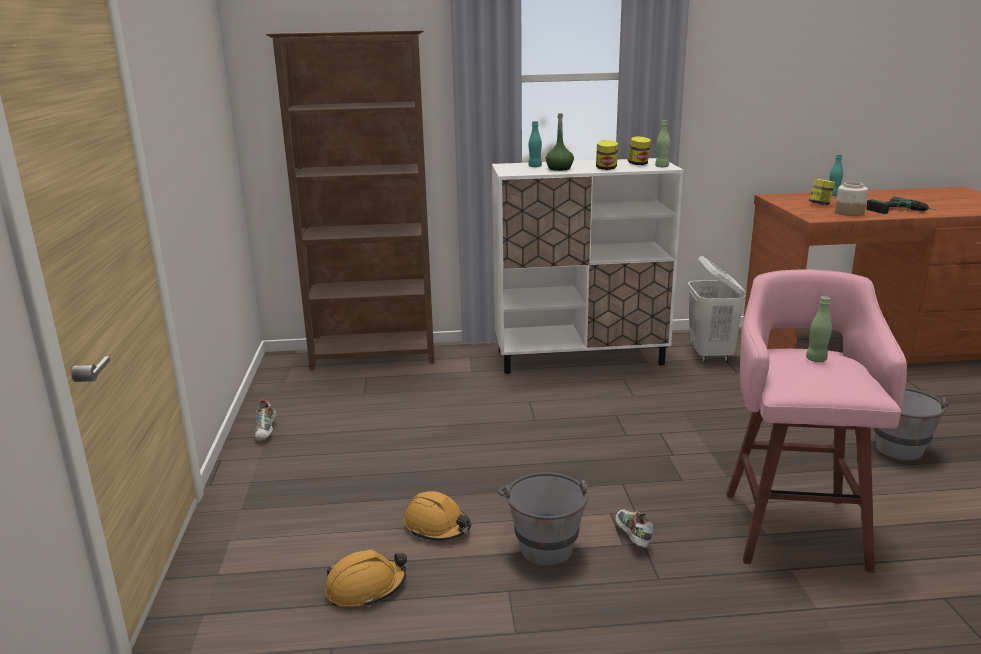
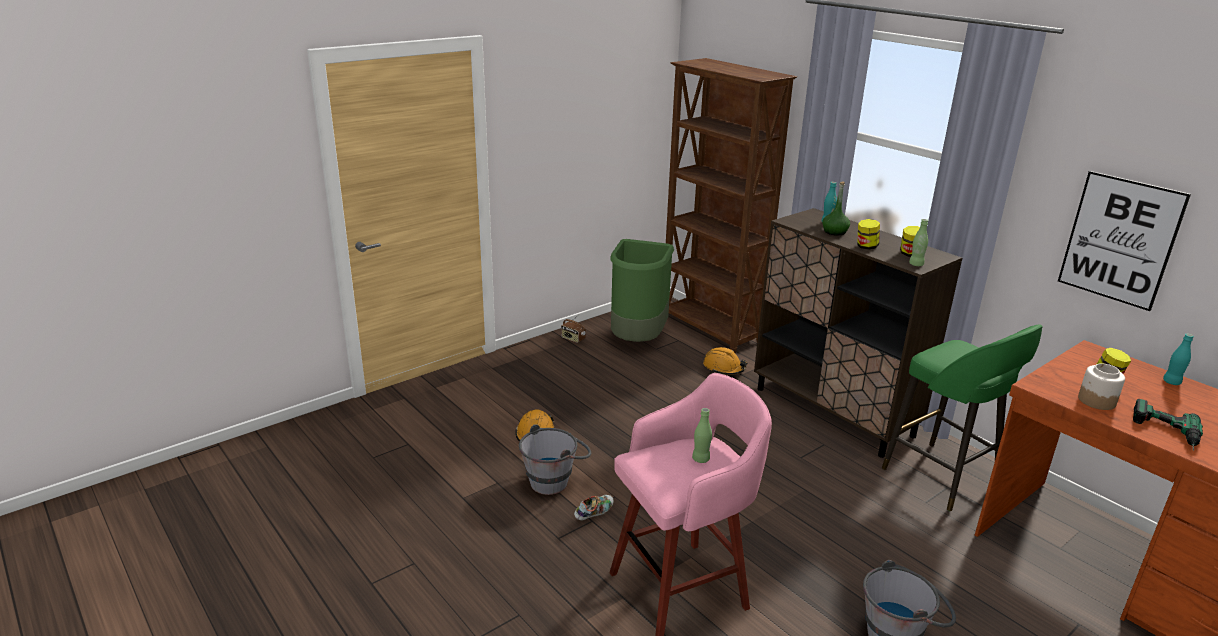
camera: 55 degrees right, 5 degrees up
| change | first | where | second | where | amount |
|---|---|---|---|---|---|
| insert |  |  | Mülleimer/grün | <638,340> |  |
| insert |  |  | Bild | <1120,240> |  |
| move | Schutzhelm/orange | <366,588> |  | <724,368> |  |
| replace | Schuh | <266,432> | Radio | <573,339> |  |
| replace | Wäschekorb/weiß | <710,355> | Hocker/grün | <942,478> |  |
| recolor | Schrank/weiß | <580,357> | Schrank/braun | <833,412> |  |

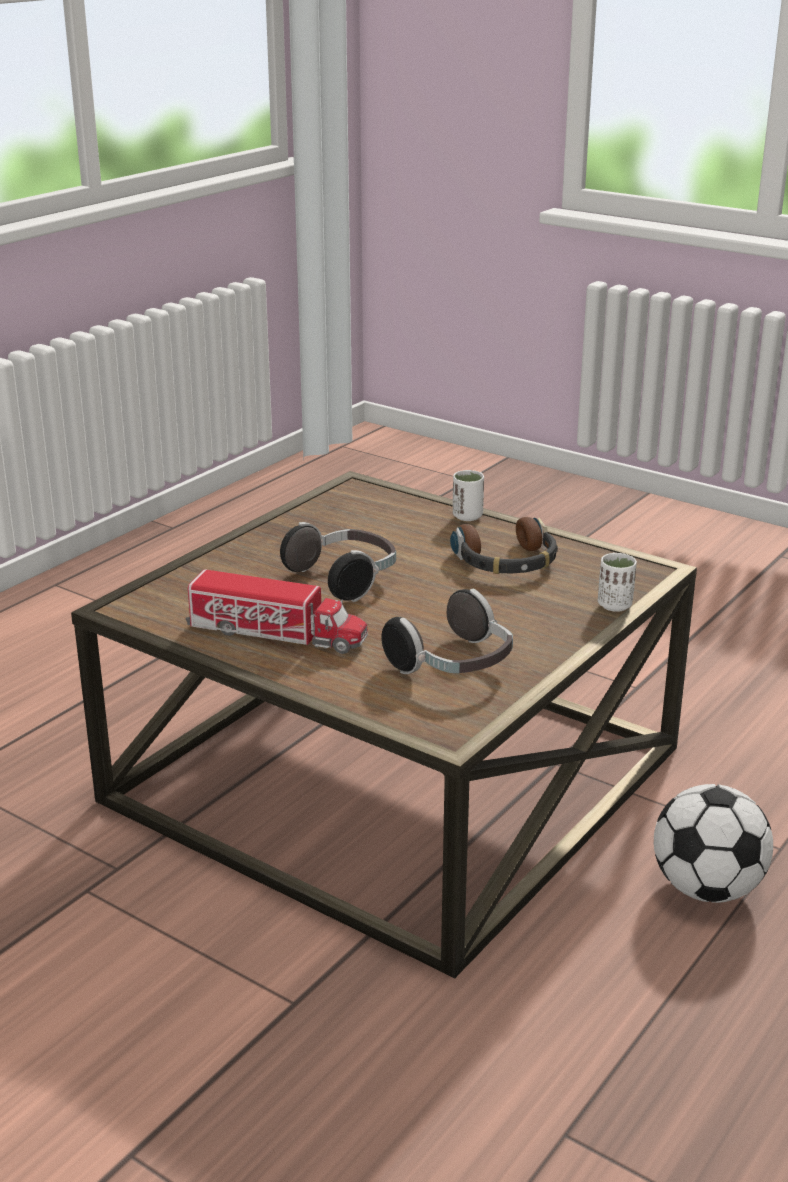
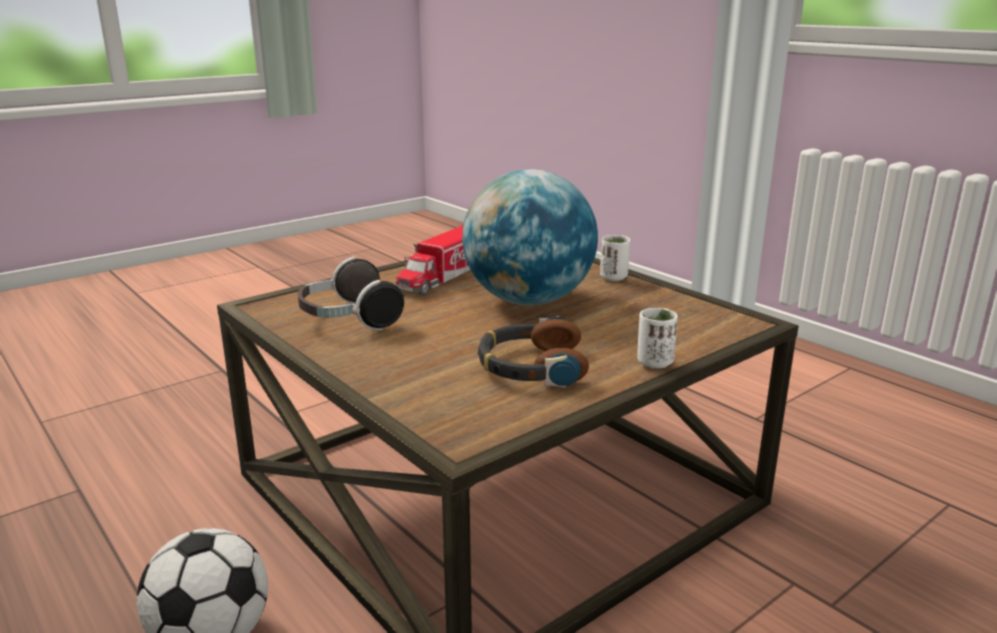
camera: 105 degrees right, 5 degrees down
| change | first | where | second | where | amount |
|---|---|---|---|---|---|
| move | Tasse/weiß | <615,605> |  | <613,277> |  |
| replace | Kopfhörer | <345,579> | Globus | <528,300> |  |

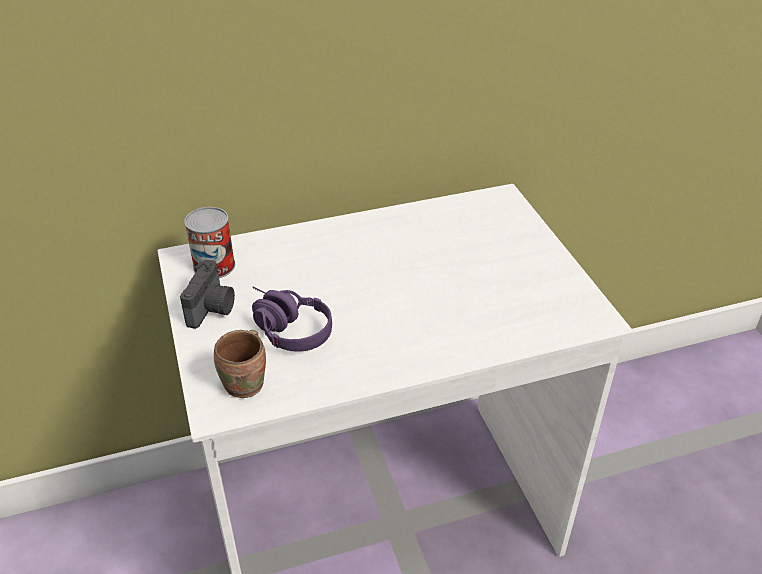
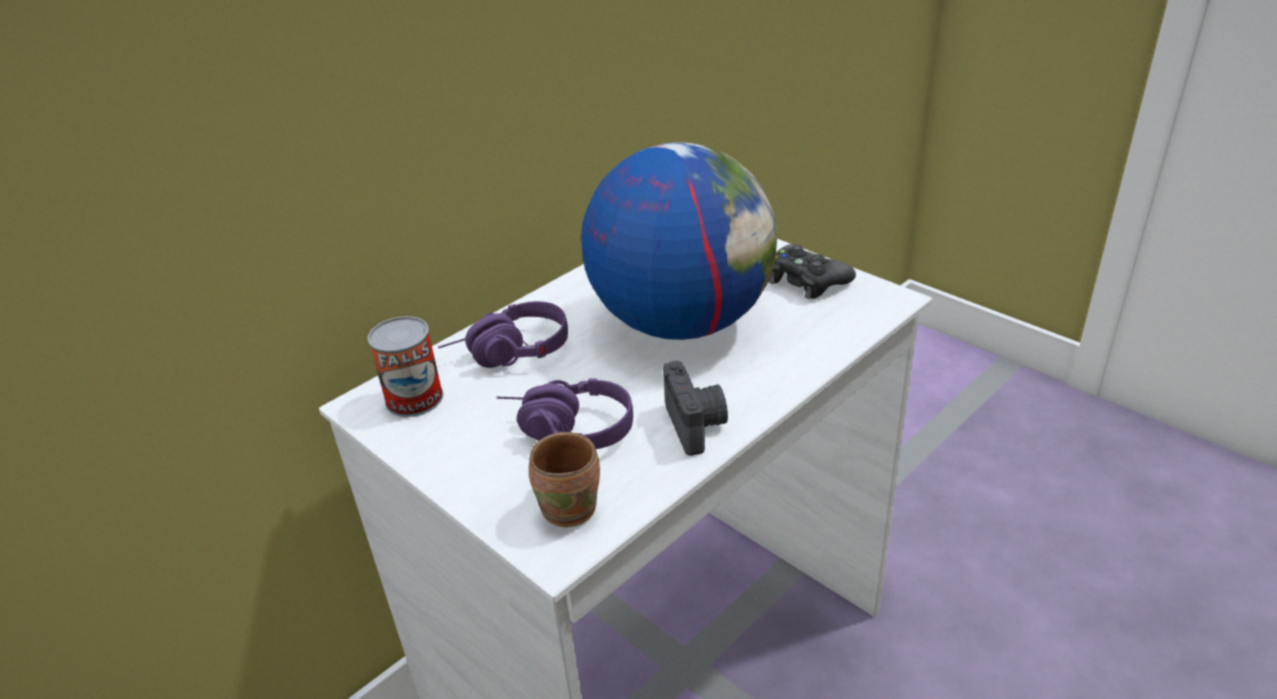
camera: 25 degrees left, 5 degrees down
| change | first | where | second | where | amount |
|---|---|---|---|---|---|
| insert |  |  | Kopfhörer/lila | <508,355> |  |
| insert |  |  | Globus | <681,322> |  |
| insert |  |  | Gamepad/schwarz | <806,281> |  |
| move | Kamera | <212,309> |  | <697,425> |  |

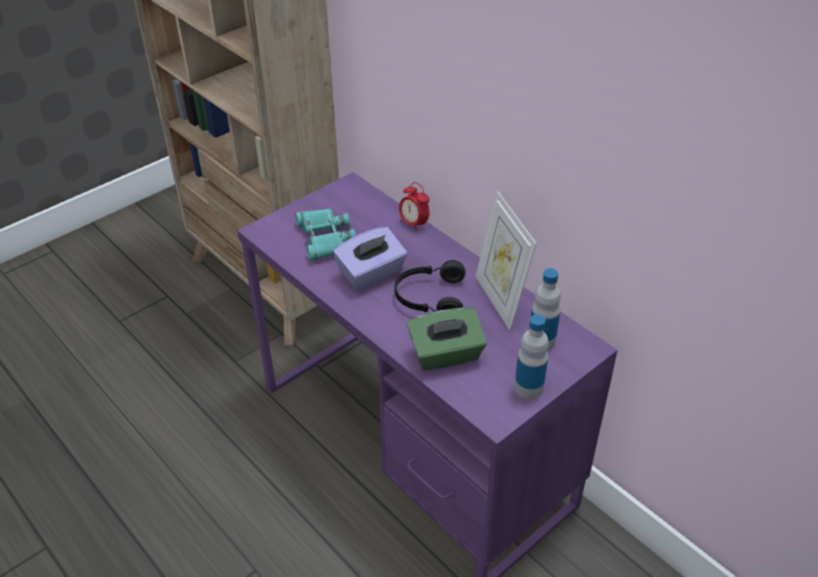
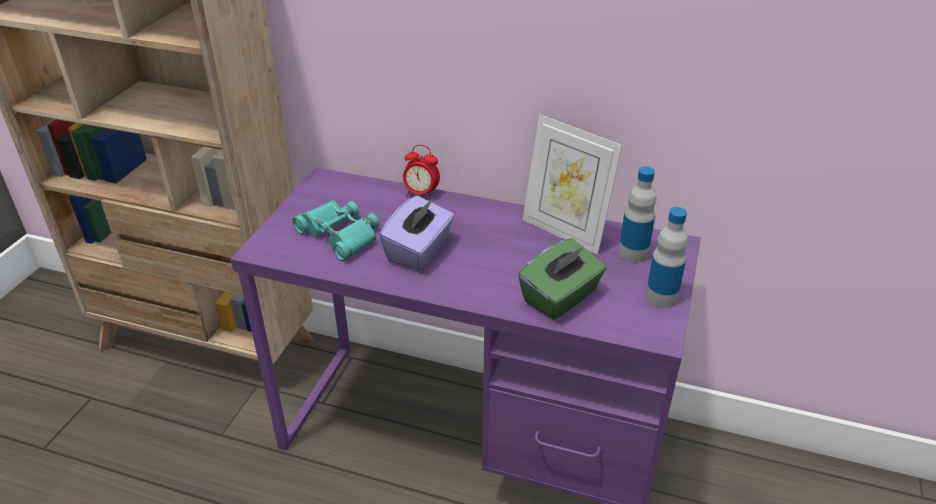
camera: 30 degrees left, 5 degrees down
| change | first | where | second | where | amount |
|---|---|---|---|---|---|
| delete | Kopfhörer/schwarz | <429,298> |  |  |  |

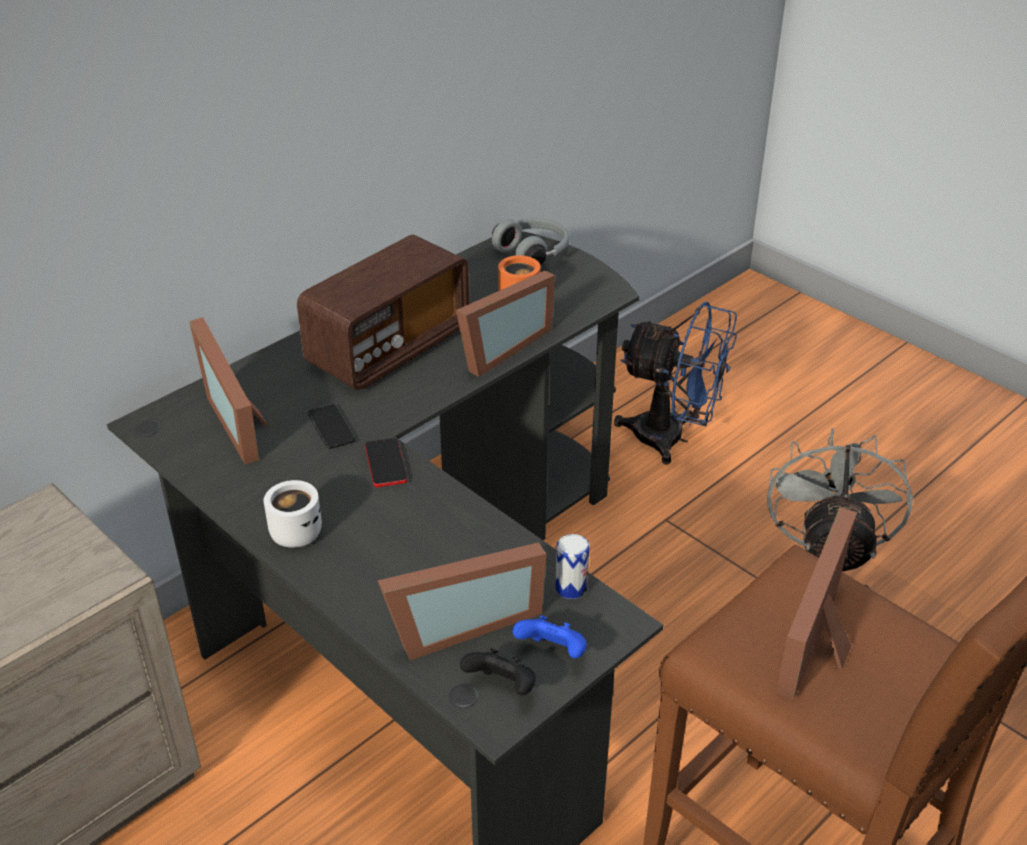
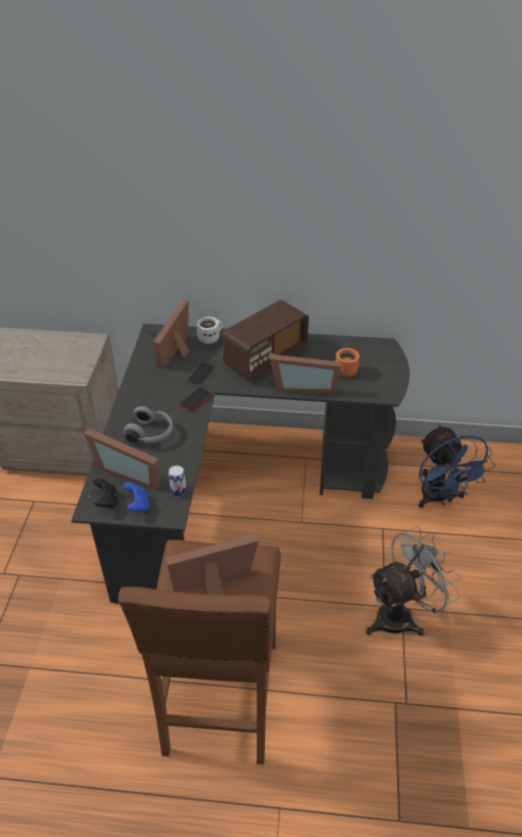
camera: 50 degrees right, 5 degrees up
| change | first | where | second | where | amount |
|---|---|---|---|---|---|
| move | Henkelbecher/weiß | <294,530> |  | <209,337> |  |
| move | Kopfhörer/grau | <534,253> |  | <151,433> |  |
| rotate | Radio | <389,348> |  | <265,358> | 45 degrees counterclockwise |

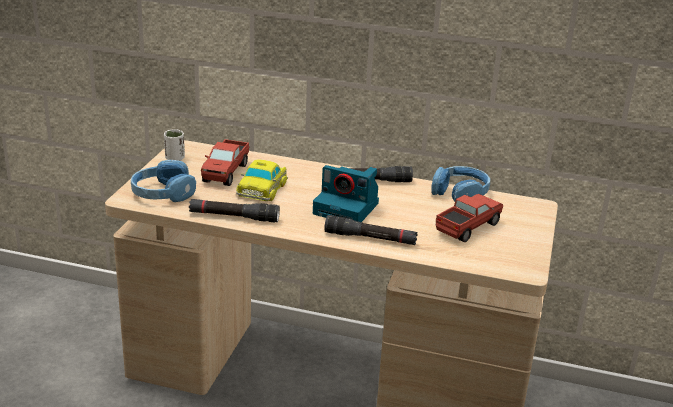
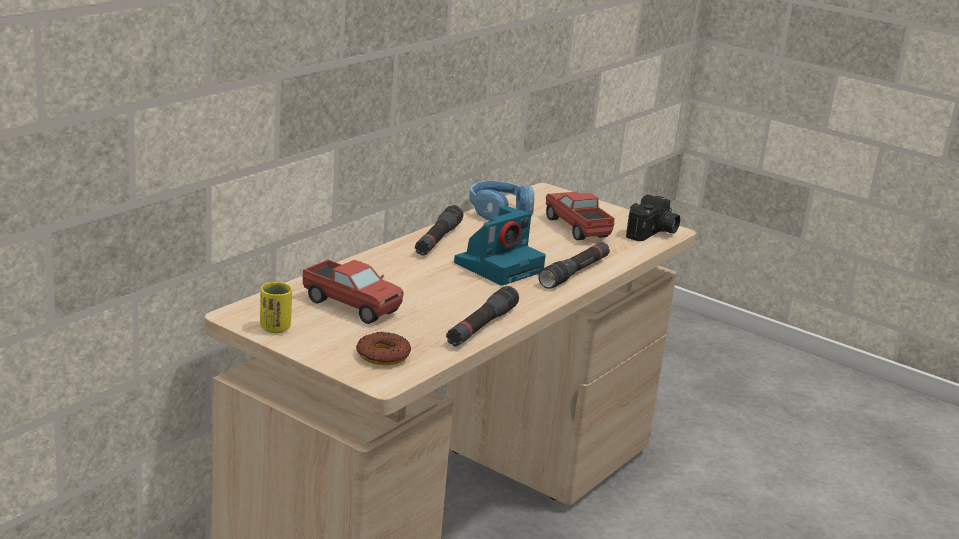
camera: 70 degrees left, 5 degrees down
| change | first | where | second | where | amount |
|---|---|---|---|---|---|
| delete | Spielzeugauto | <263,188> |  |  |  |
| insert |  |  | Kamera | <653,233> |  |
| replace | Kopfhörer/blau | <162,193> | Donut | <383,355> |  |
| recolor | Tasse/weiß | <174,158> | Tasse/gelb | <275,328> |  |

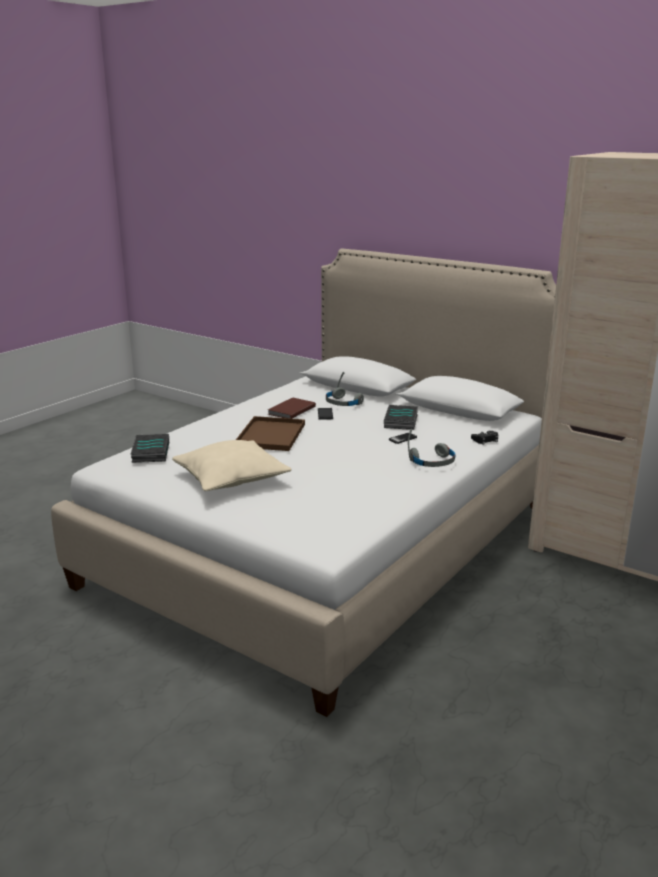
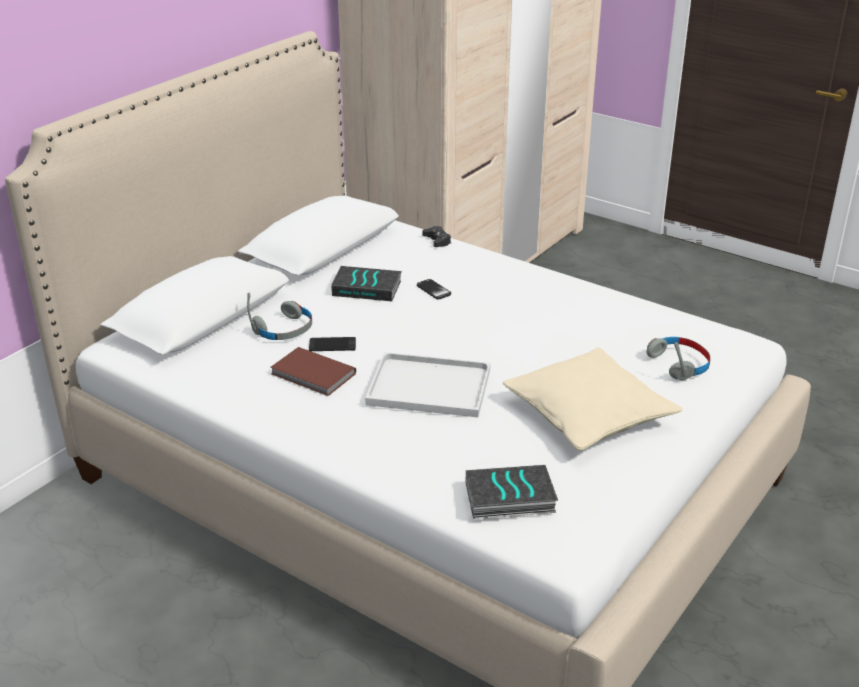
camera: 90 degrees left, 10 degrees up
| change | first | where | second | where | amount |
|---|---|---|---|---|---|
| move | Kopfhörer/grau | <432,462> |  | <679,364> |  |
| recolor | Tablett/braun | <270,434> | Tablett/weiß | <426,387> |  |

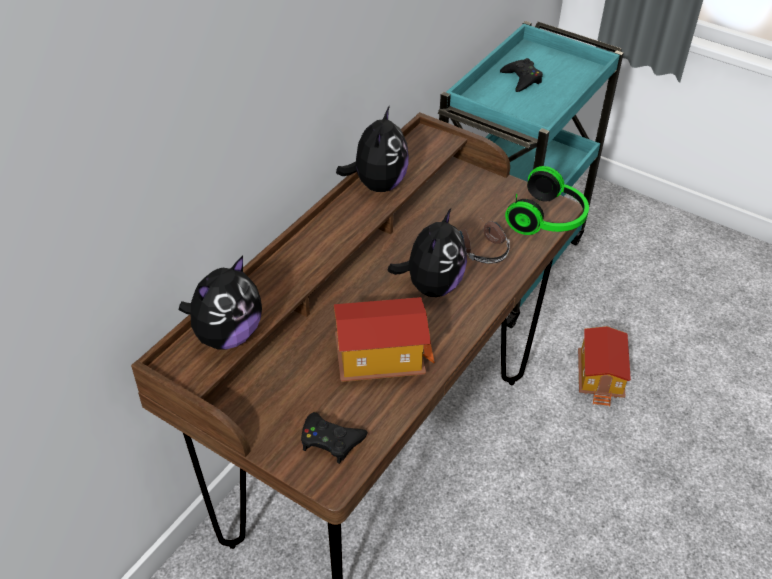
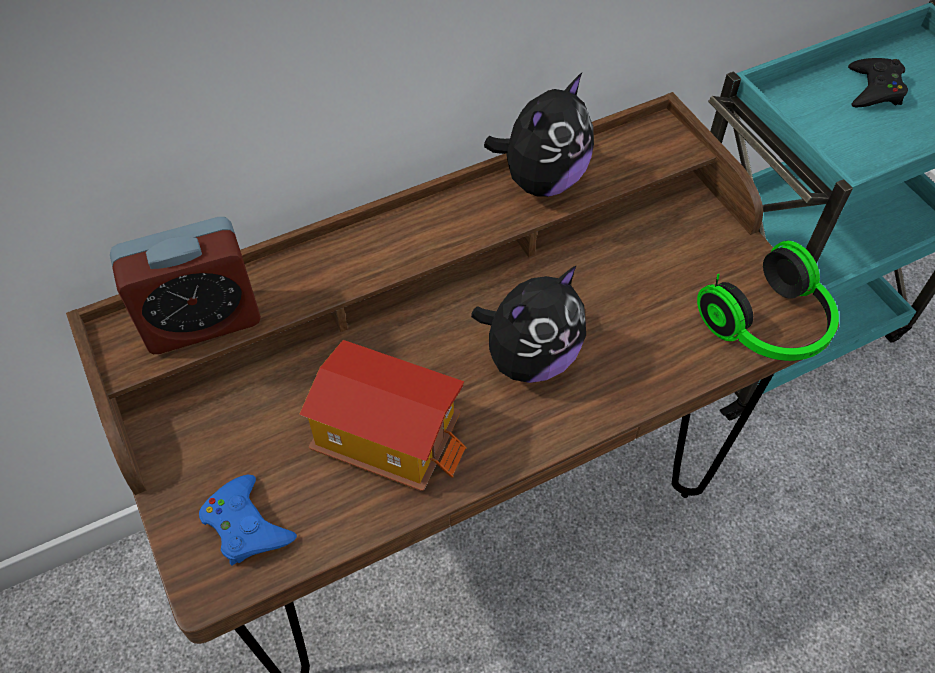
camera: 30 degrees right, 10 degrees up
| change | first | where | second | where | amount |
|---|---|---|---|---|---|
| delete | Kopfhörer | <478,245> |  |  |  |
| delete | Spielzeughaus | <601,378> |  |  |  |
| replace | Plüschtier | <227,335> | Wecker | <202,321> |  |
| recolor | Gamepad/schwarz | <331,440> | Gamepad/blau | <246,525> |  |

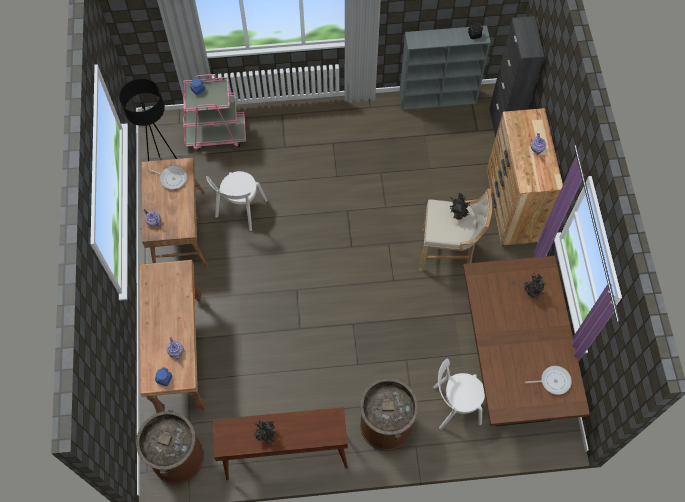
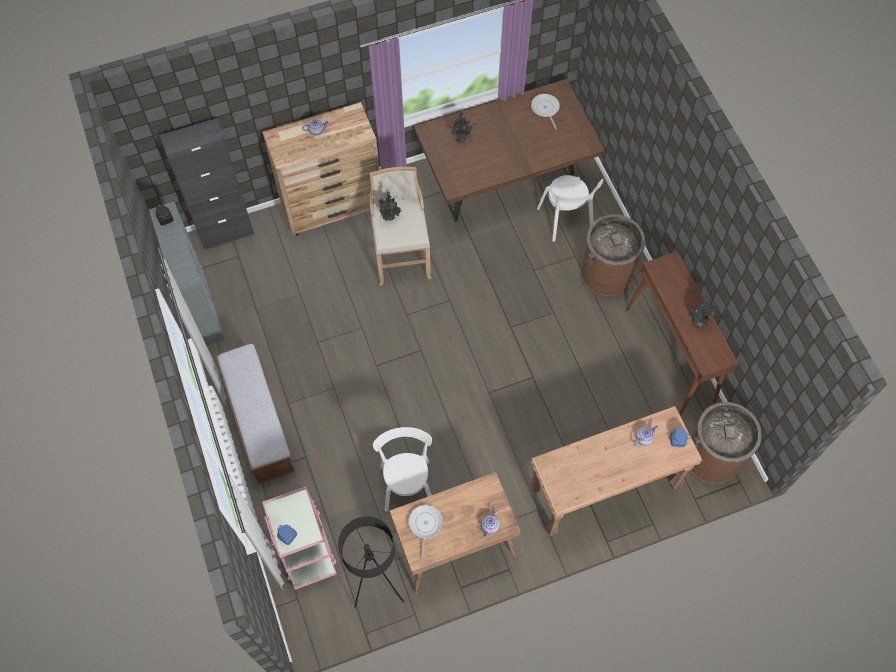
camera: 105 degrees left, 0 degrees up
| change | first | where | second | where | amount |
|---|---|---|---|---|---|
| insert |  |  | Bank | <259,422> |  |
| rotate | Stuhl/weiß | <240,210> |  | <406,482> | 105 degrees counterclockwise |

